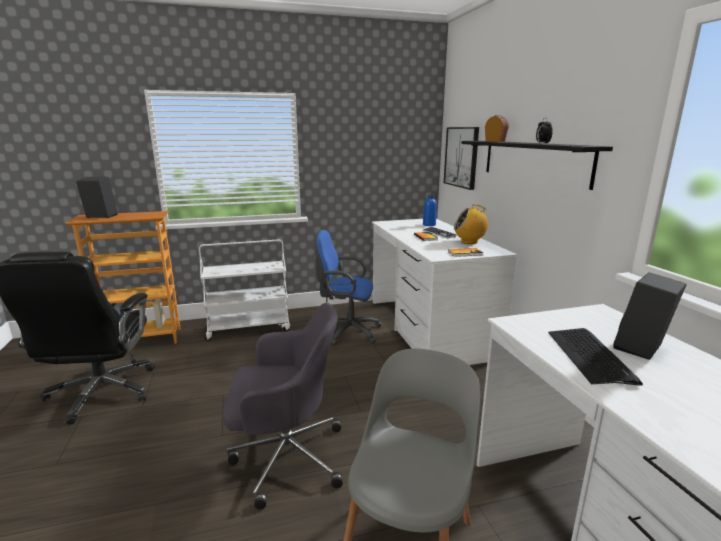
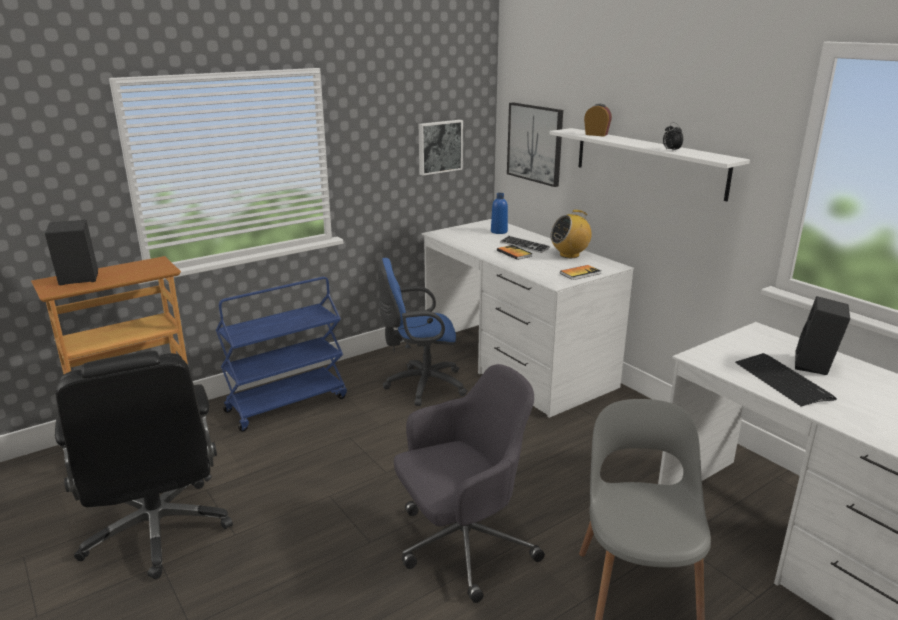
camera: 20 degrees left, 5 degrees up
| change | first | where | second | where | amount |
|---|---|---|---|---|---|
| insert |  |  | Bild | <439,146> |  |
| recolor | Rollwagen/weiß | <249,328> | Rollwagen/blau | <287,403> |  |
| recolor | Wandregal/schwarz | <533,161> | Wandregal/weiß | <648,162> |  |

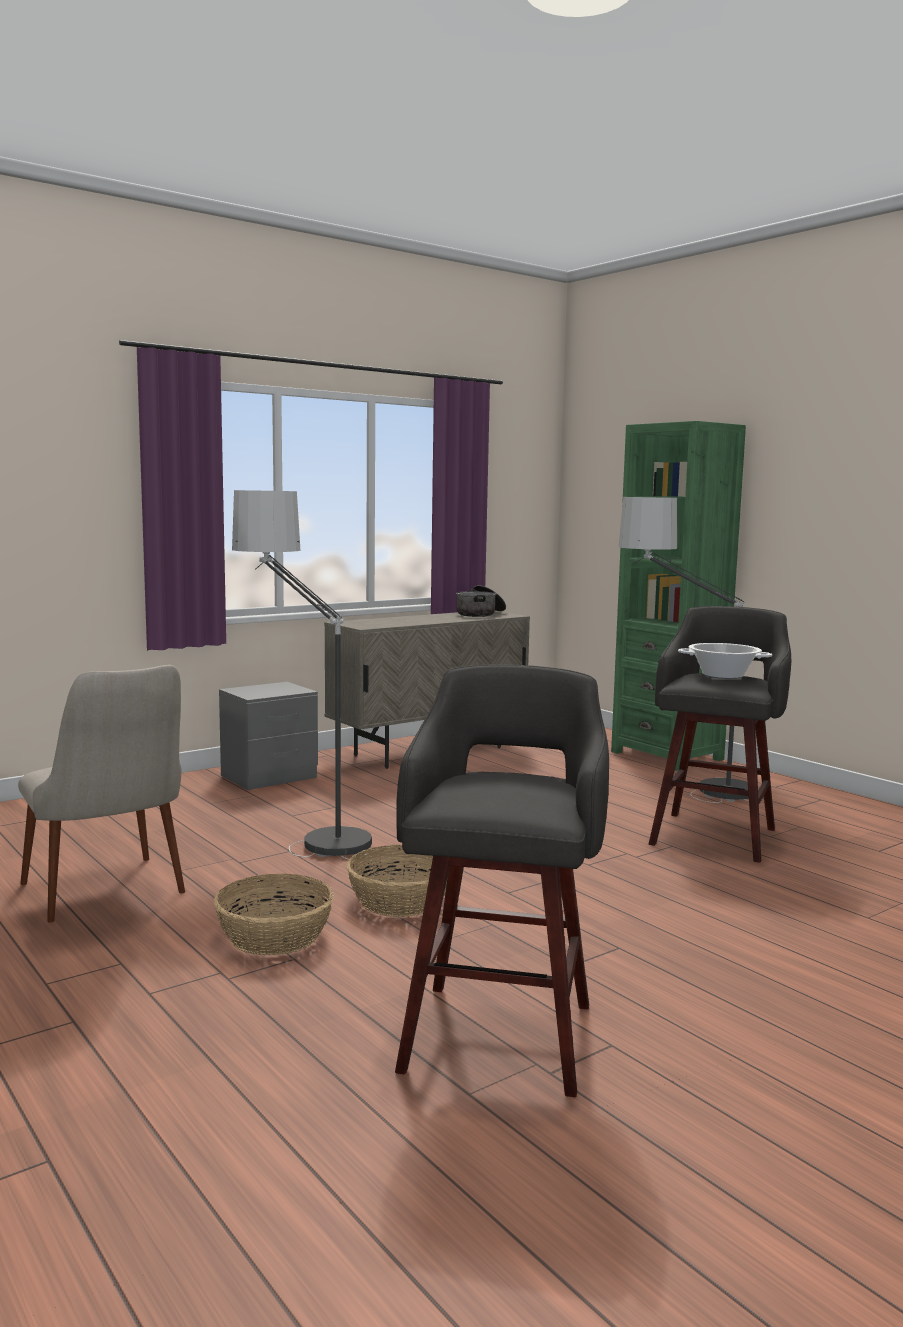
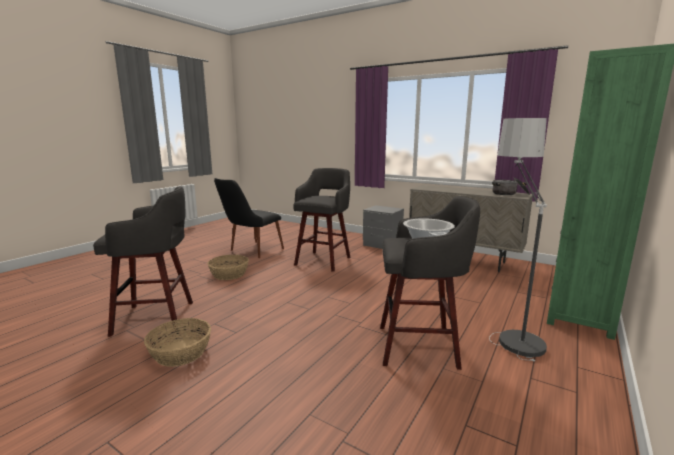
camera: 70 degrees right, 5 degrees up
| change | first | where | second | where | amount |
|---|---|---|---|---|---|
| move | Korb | <400,901> |  | <180,353> |  |
| replace | Stehlampe | <301,834> | Hocker/grau | <324,260> |  |
| recolor | Stuhl/beige | <111,897> | Stuhl/schwarz | <250,252> |  |

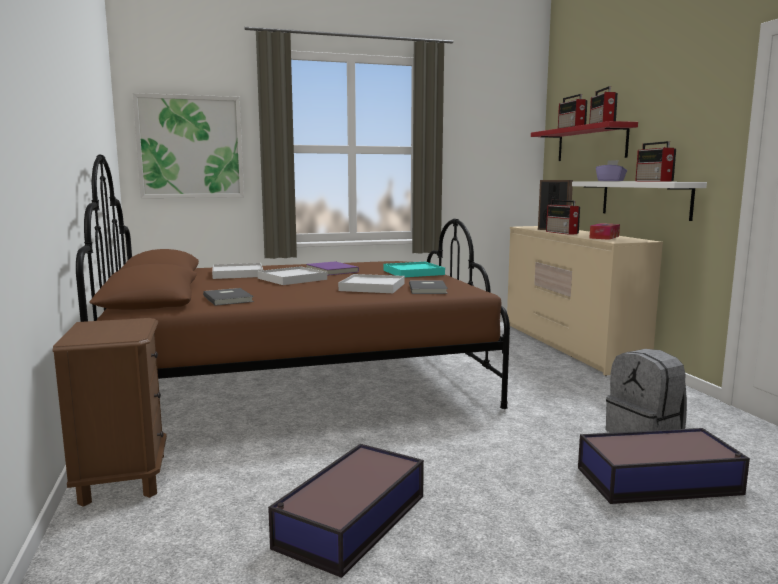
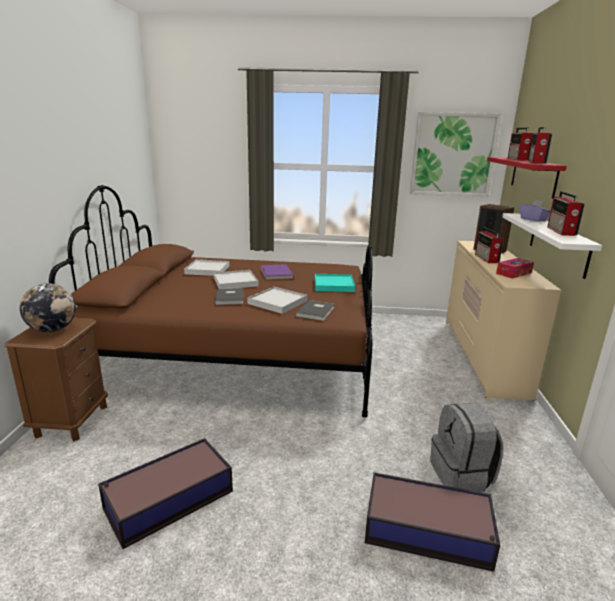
camera: 20 degrees right, 10 degrees up
| change | first | where | second | where | amount |
|---|---|---|---|---|---|
| insert |  |  | Globus | <52,330> |  |
| move | Bild | <190,147> |  | <453,155> |  |
| move | Buch/grau | <229,298> |  | <230,298> |  |

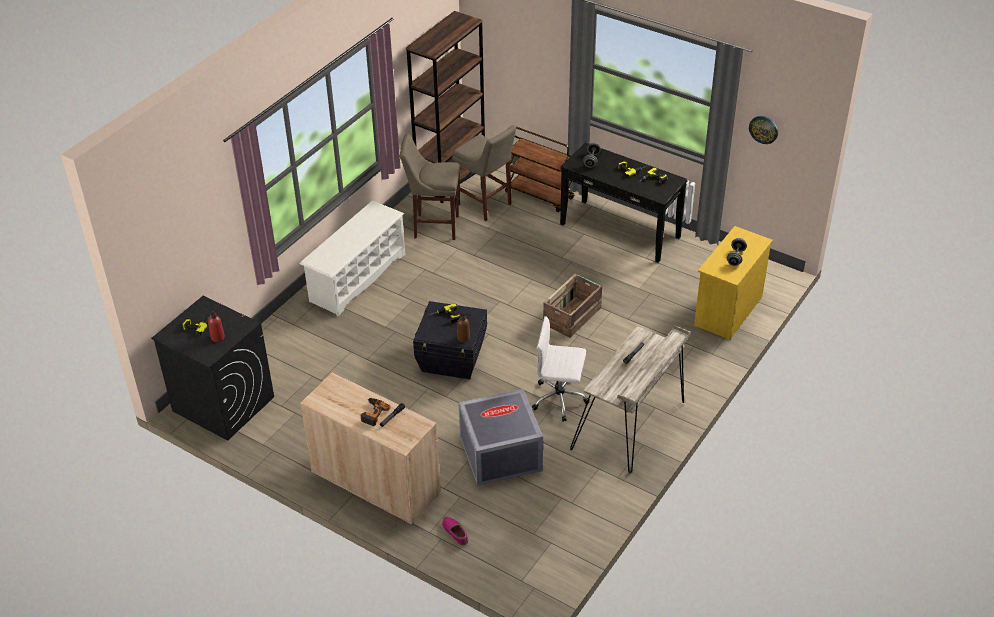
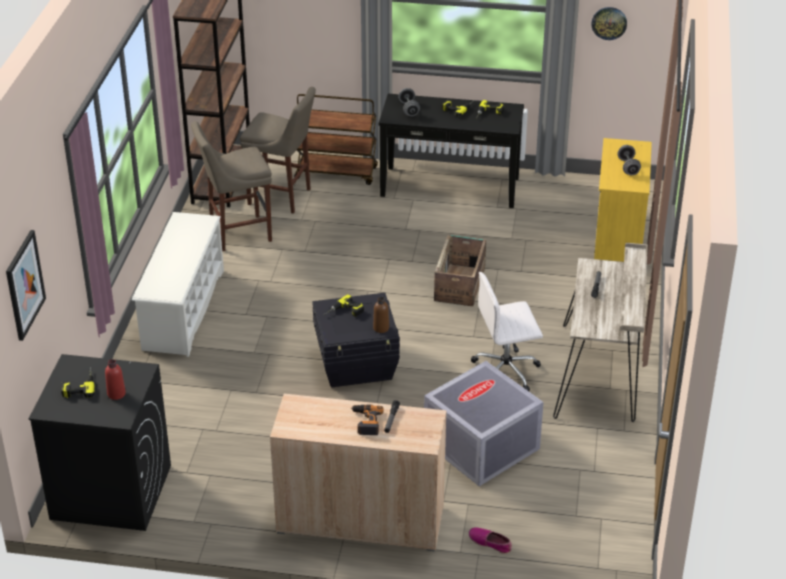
camera: 25 degrees left, 5 degrees down
| change | first | where | second | where | amount |
|---|---|---|---|---|---|
| insert |  |  | Bild | <24,285> |  |

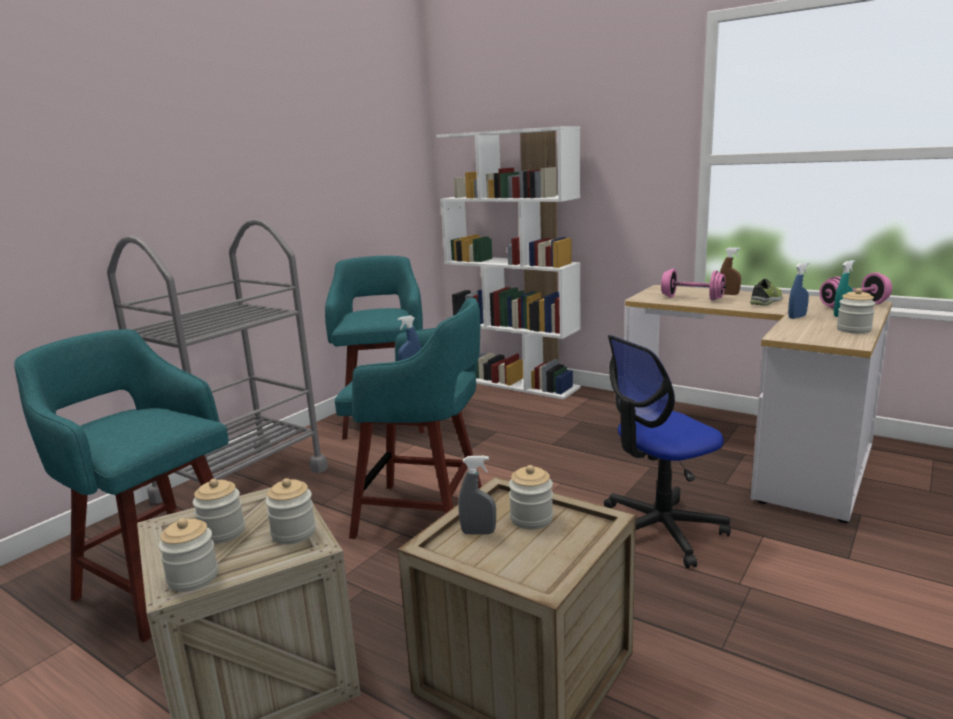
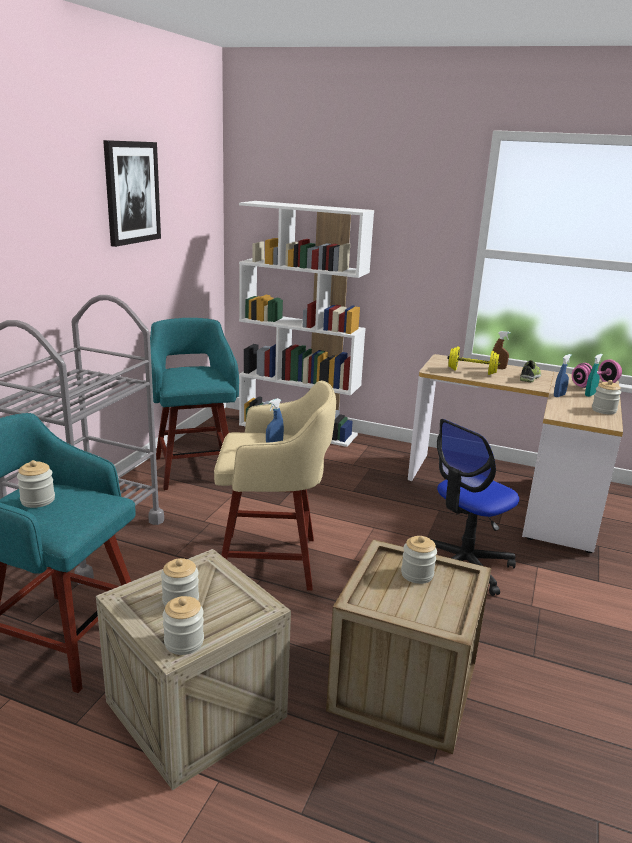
camera: 15 degrees left, 5 degrees up
| change | first | where | second | where | amount |
|---|---|---|---|---|---|
| delete | Sprühflasche/grau | <478,532> |  |  |  |
| insert |  |  | Bild | <132,192> |  |
| move | Vorratsglas | <293,533> |  | <38,500> |  |
| recolor | Hocker/türkis | <424,515> | Hocker/beige | <272,561> |  |
| recolor | Hantel/rosa | <692,298> | Hantel/gelb | <472,372> |  |

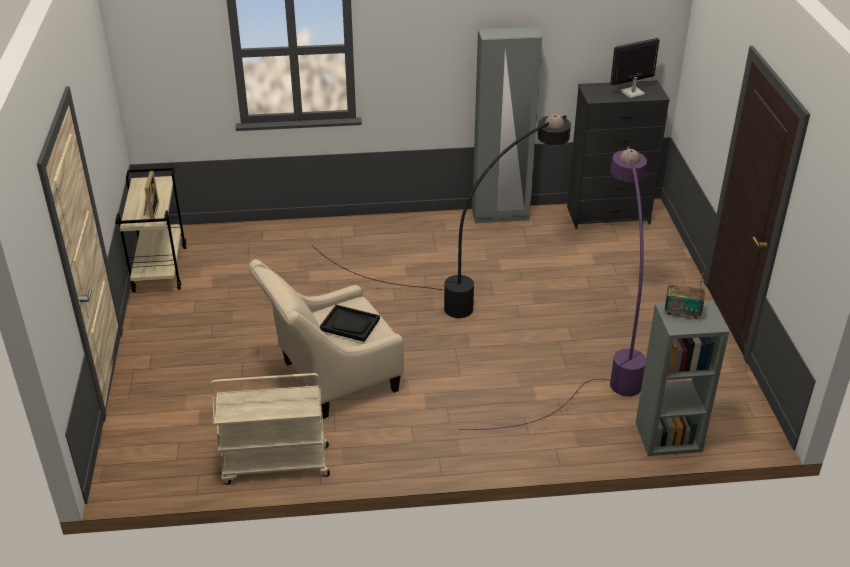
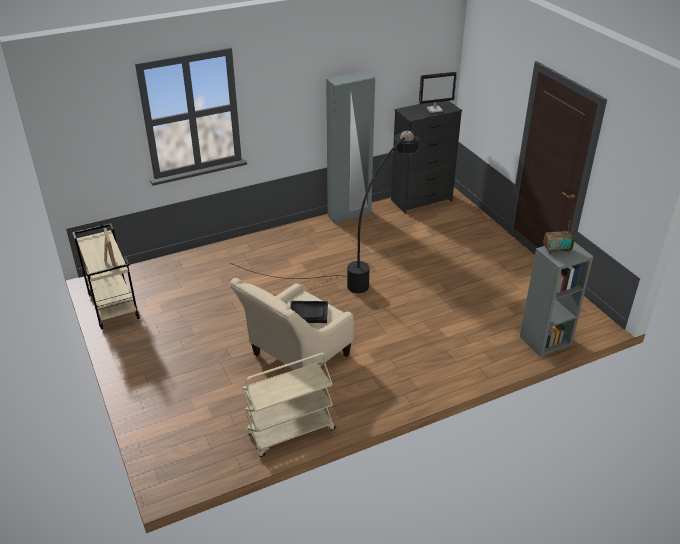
camera: 20 degrees left, 0 degrees up
| change | first | where | second | where | amount |
|---|---|---|---|---|---|
| delete | Stehlampe/lila | <601,361> |  |  |  |
| rotate | Monitor | <632,93> |  | <435,109> | 150 degrees counterclockwise |

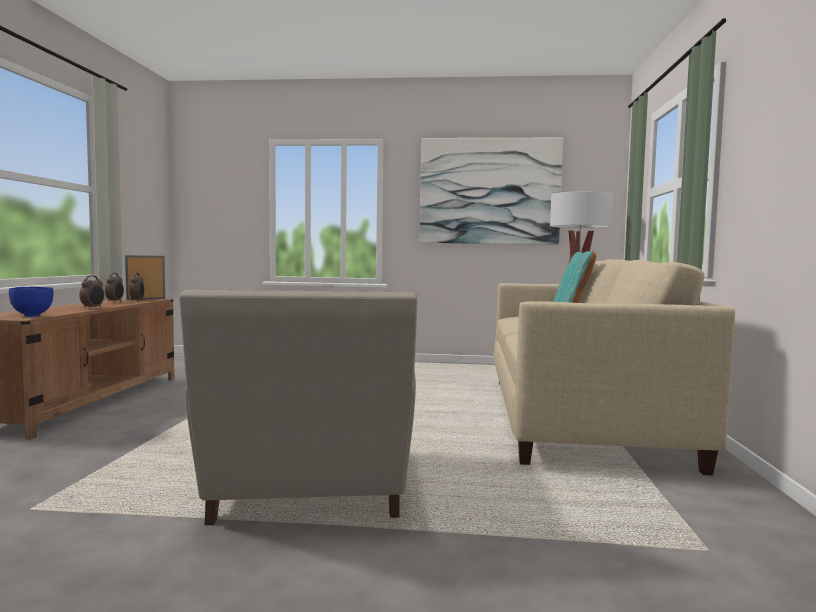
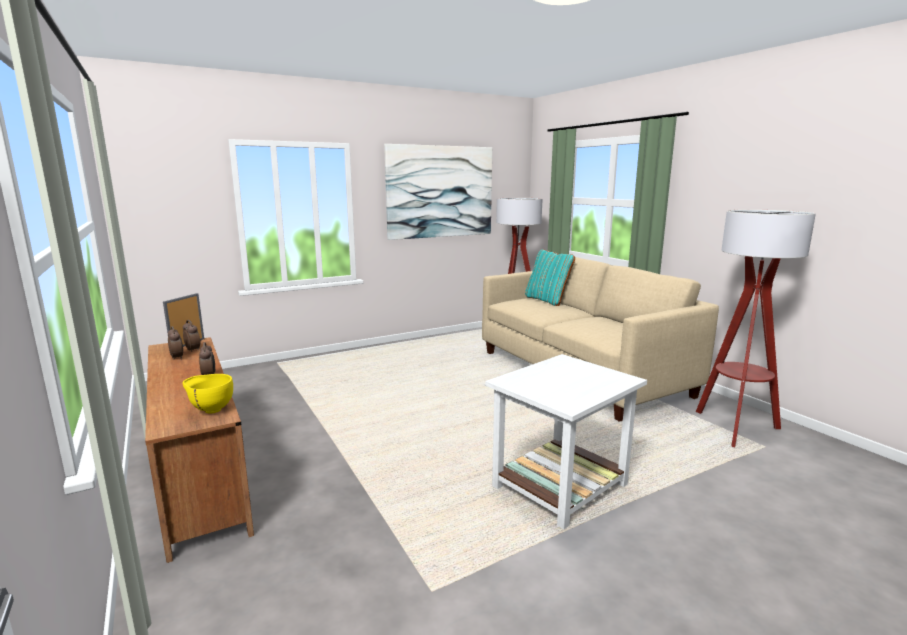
camera: 35 degrees left, 10 degrees up
| change | first | where | second | where | amount |
|---|---|---|---|---|---|
| insert |  |  | Stehlampe | <735,428> |  |
| replace | Sessel/beige | <308,489> | Beistelltisch/weiß | <559,486> |  |
| recolor | Schüssel/blau | <32,315> | Schüssel/gelb | <211,410> |  |

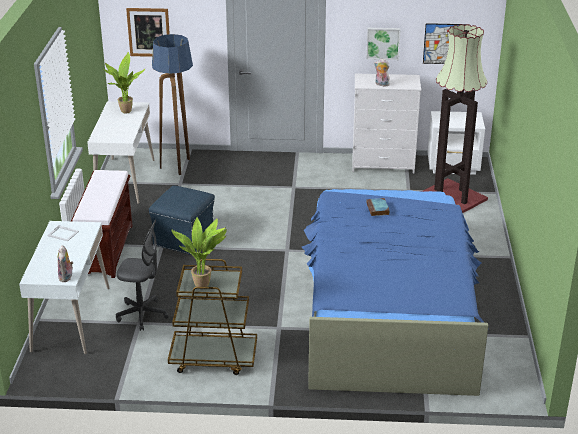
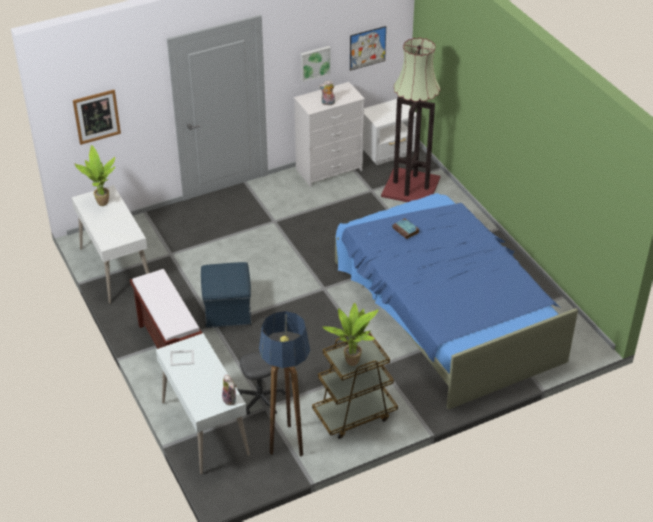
camera: 30 degrees left, 10 degrees up
| change | first | where | second | where | amount |
|---|---|---|---|---|---|
| move | Stehlampe | <178,165> |  | <287,441> |  |

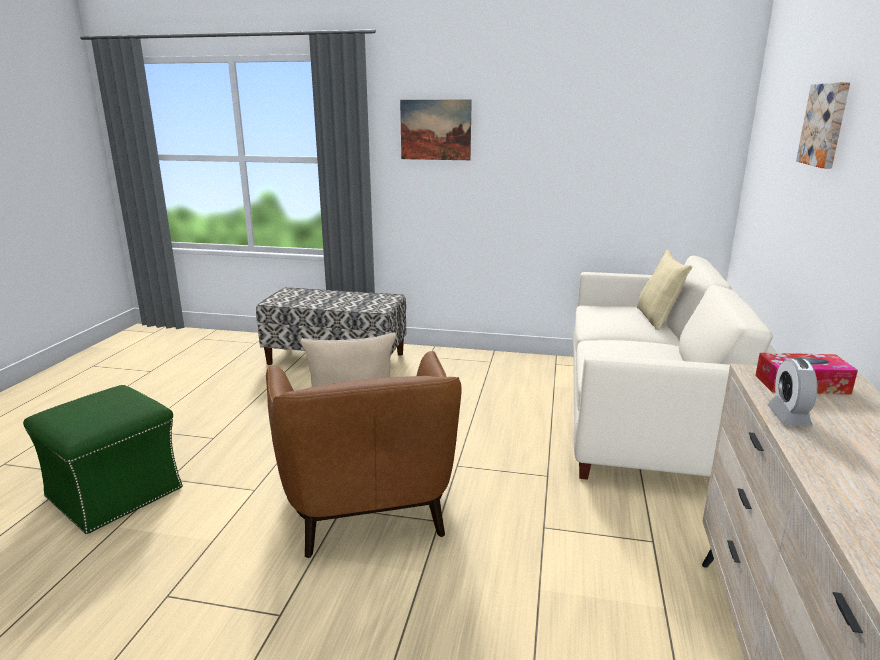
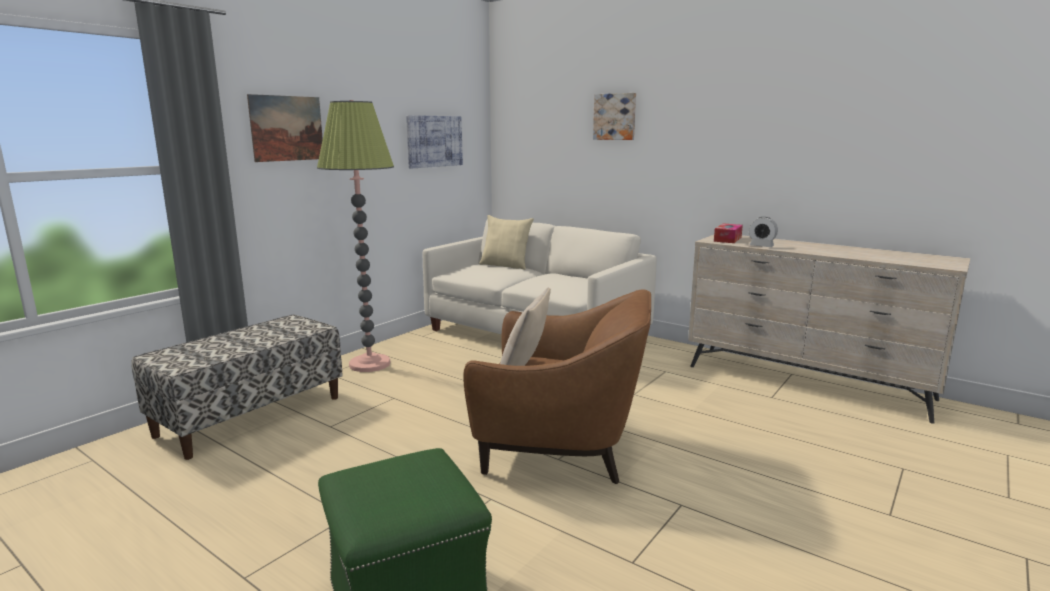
camera: 65 degrees left, 5 degrees down
| change | first | where | second | where | amount |
|---|---|---|---|---|---|
| insert |  |  | Stehlampe | <369,364> |  |
| insert |  |  | Bild | <434,141> |  |

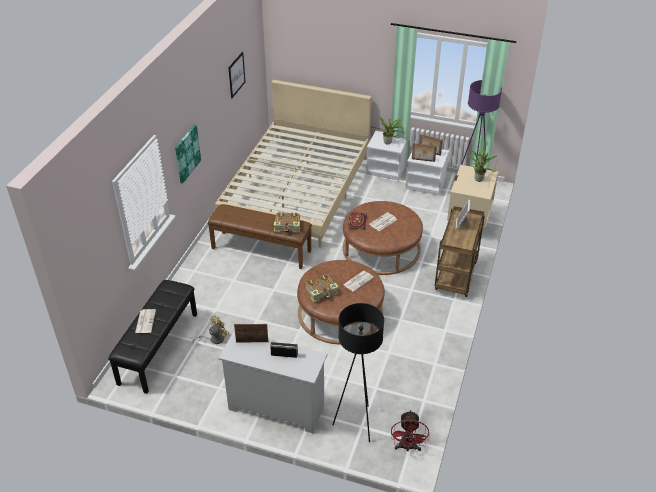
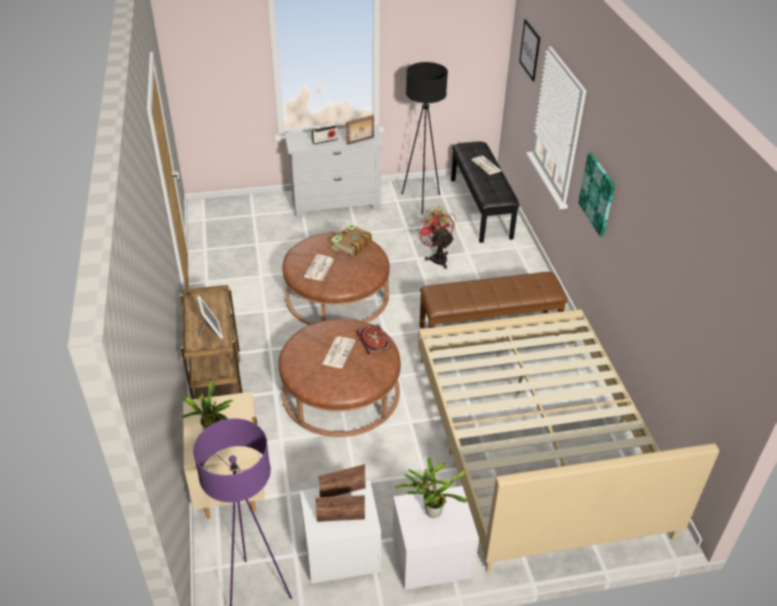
camera: 150 degrees right, 0 degrees up
| change | first | where | second | where | amount |
|---|---|---|---|---|---|
| delete | Buch | <287,226> |  |  |  |
| move | Bild | <236,75> |  | <530,50> |  |
| move | Stehlampe/schwarz | <357,423> |  | <421,201> |  |
| move | Ventilator/rot | <407,447> |  | <437,257> |  |

